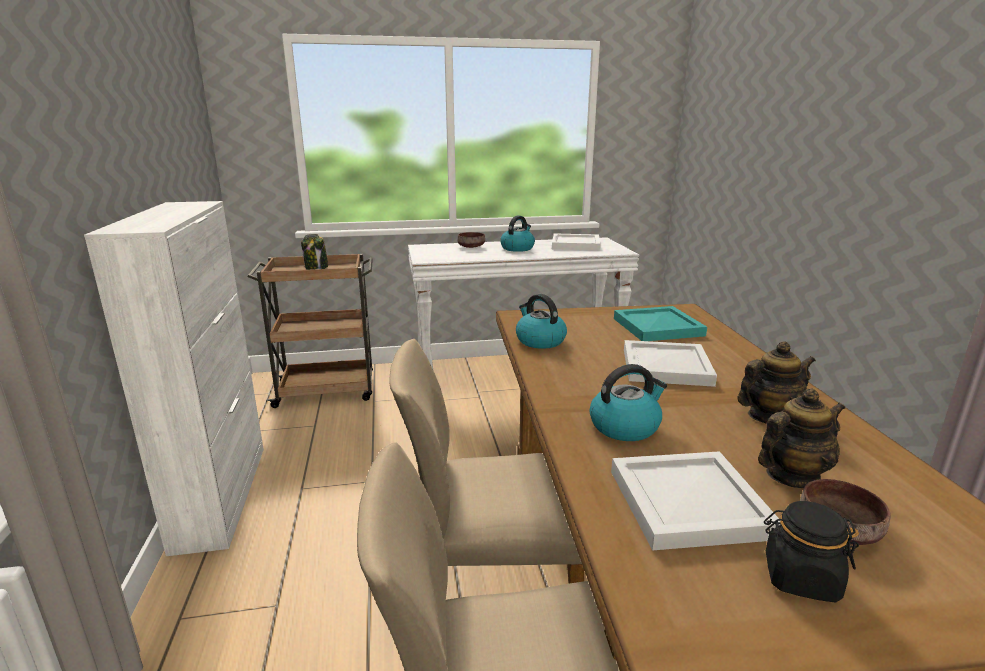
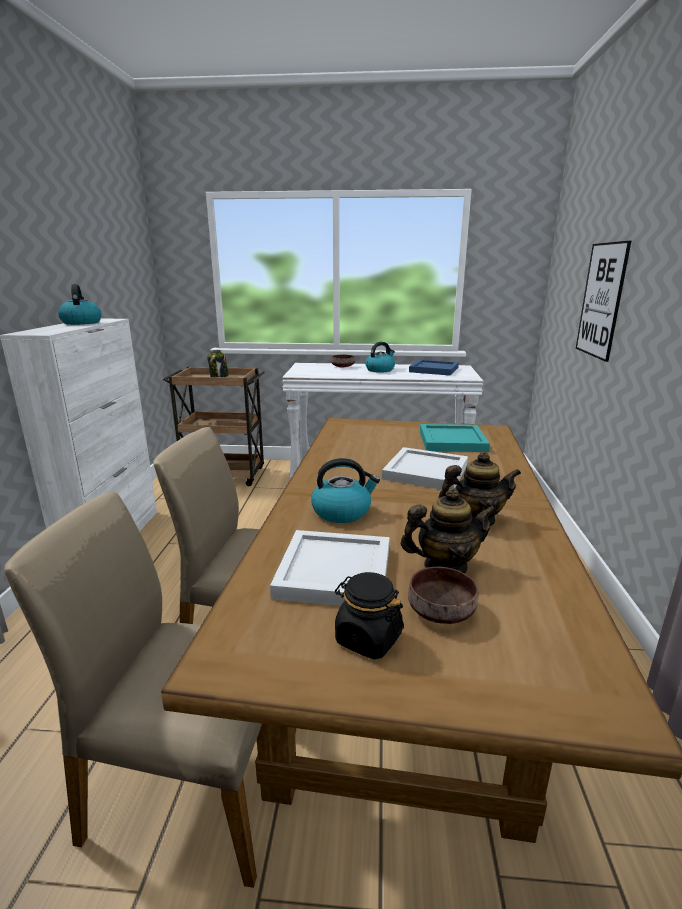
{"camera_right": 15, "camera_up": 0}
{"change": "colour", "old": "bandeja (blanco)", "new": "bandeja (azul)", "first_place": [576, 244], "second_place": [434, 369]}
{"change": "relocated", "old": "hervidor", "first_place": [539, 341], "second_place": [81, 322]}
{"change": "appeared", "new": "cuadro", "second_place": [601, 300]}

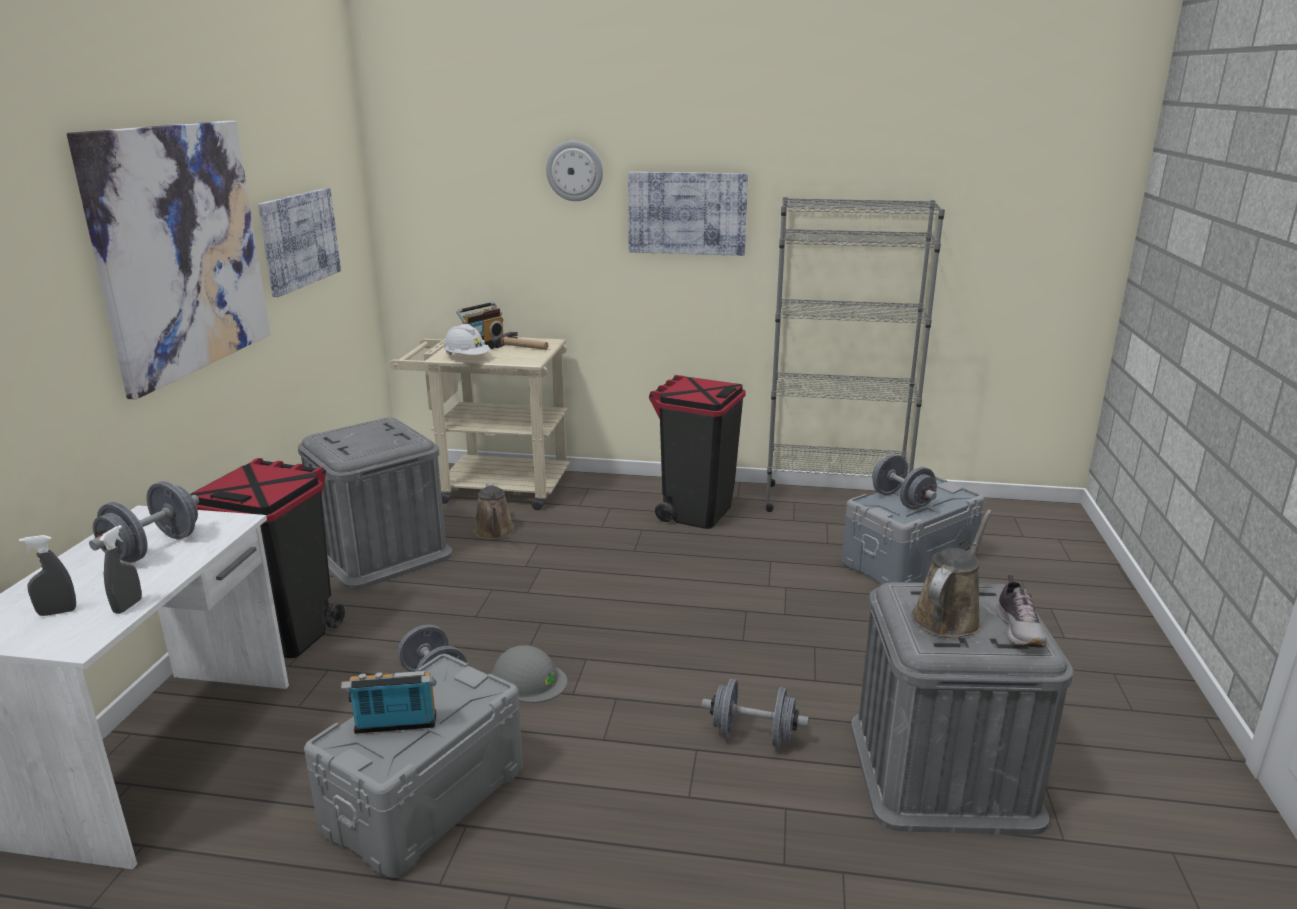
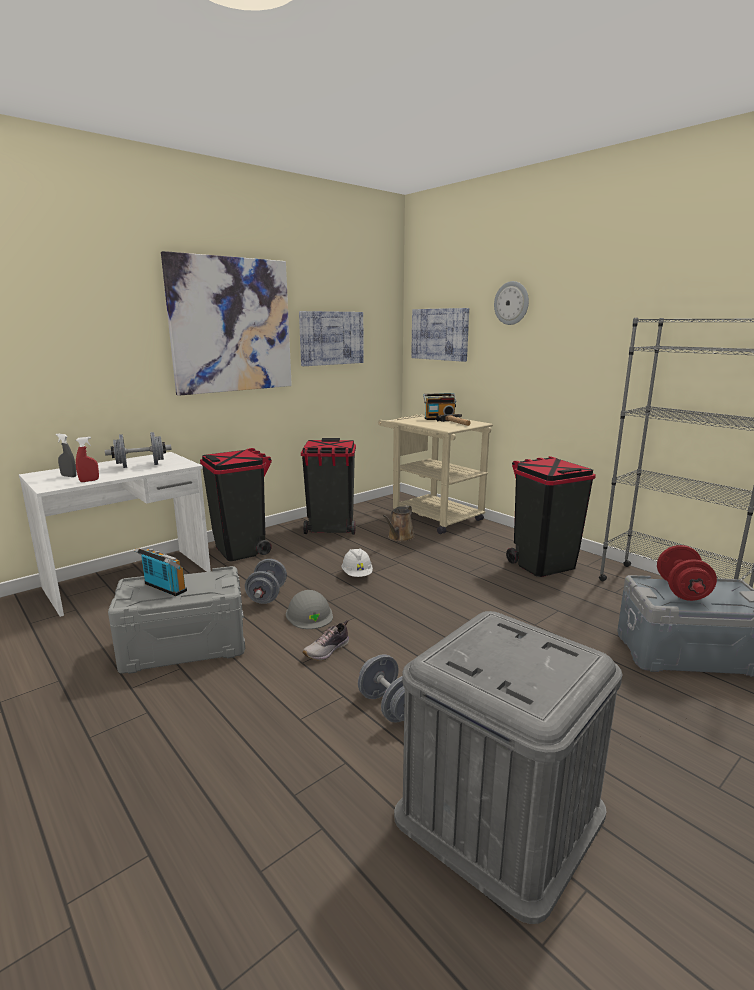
{"camera_right": 40, "camera_up": -5}
{"change": "relocated", "old": "cuadro", "first_place": [687, 213], "second_place": [440, 334]}
{"change": "relocated", "old": "casco (blanco)", "first_place": [466, 358], "second_place": [357, 574]}
{"change": "exchanged", "old": "caja de almacenaje (gris)", "new": "papelera (negro)", "first_place": [381, 552], "second_place": [331, 529]}
{"change": "colour", "old": "mancuerna (gris)", "new": "mancuerna (rojo)", "first_place": [901, 501], "second_place": [682, 591]}
{"change": "missing", "old": "regadera (marrón)", "first_place": [948, 616]}
{"change": "colour", "old": "pulverizador (gris)", "new": "pulverizador (rojo)", "first_place": [128, 606], "second_place": [89, 481]}
{"change": "relocated", "old": "zapato", "first_place": [1020, 630], "second_place": [327, 650]}

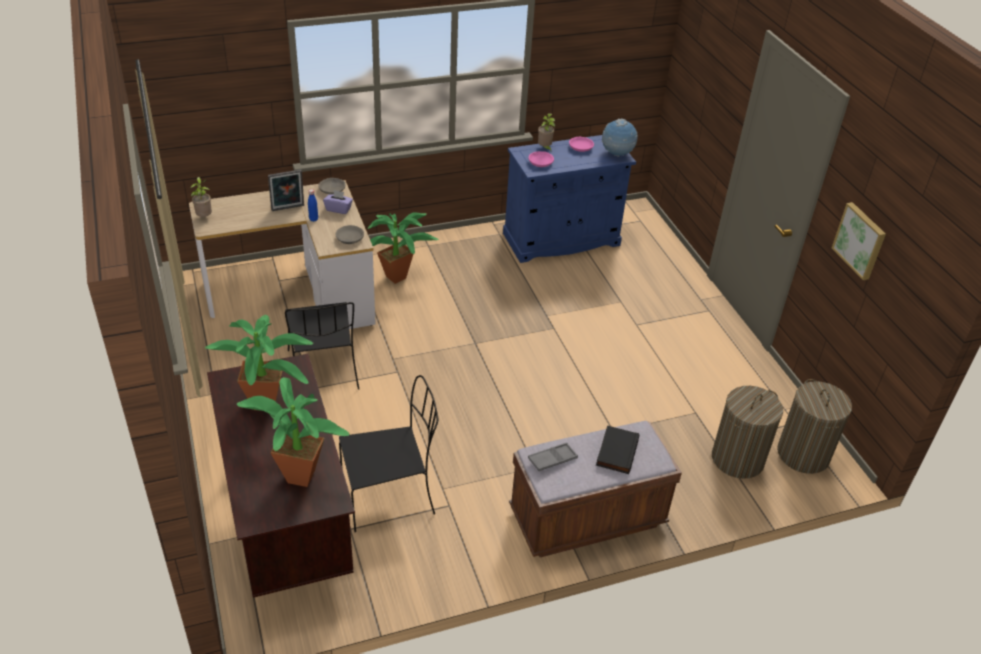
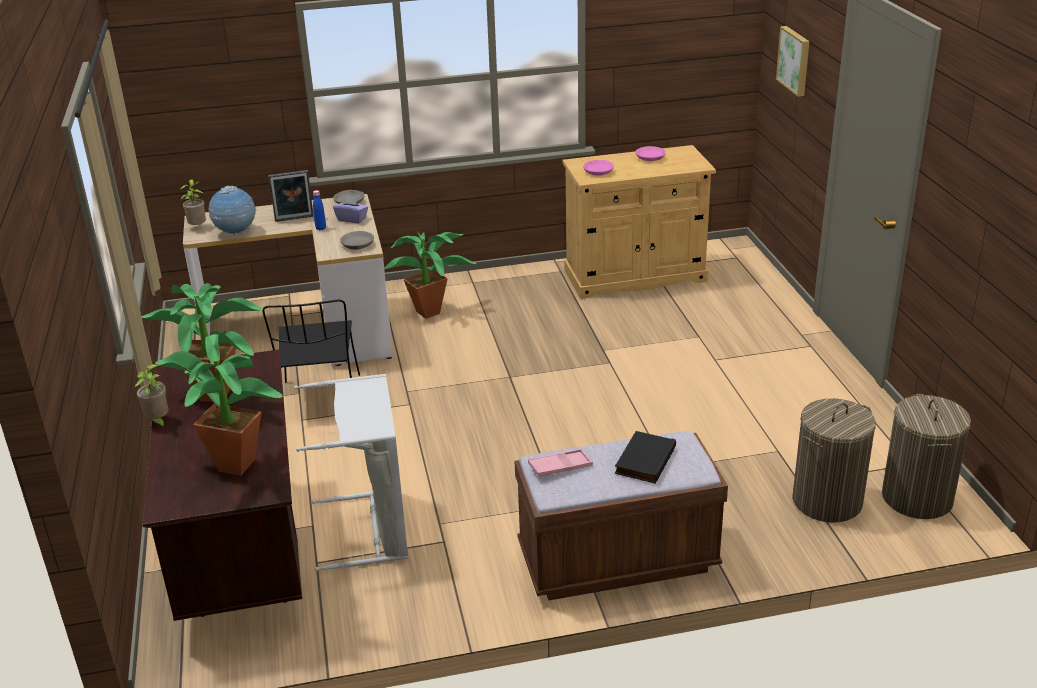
{"camera_right": 10, "camera_up": -10}
{"change": "relocated", "old": "planta en maceta", "first_place": [545, 148], "second_place": [158, 422]}
{"change": "relocated", "old": "globo terráqueo", "first_place": [617, 154], "second_place": [236, 233]}
{"change": "colour", "old": "armario (azul)", "new": "armario (beis)", "first_place": [561, 239], "second_place": [635, 276]}
{"change": "relocated", "old": "cuadro", "first_place": [860, 240], "second_place": [795, 60]}
{"change": "exchanged", "old": "silla (negro)", "new": "cesto de la ropa (gris)", "first_place": [390, 495], "second_place": [373, 528]}
{"change": "colour", "old": "bandeja (gris)", "new": "bandeja (rosa)", "first_place": [552, 459], "second_place": [560, 467]}

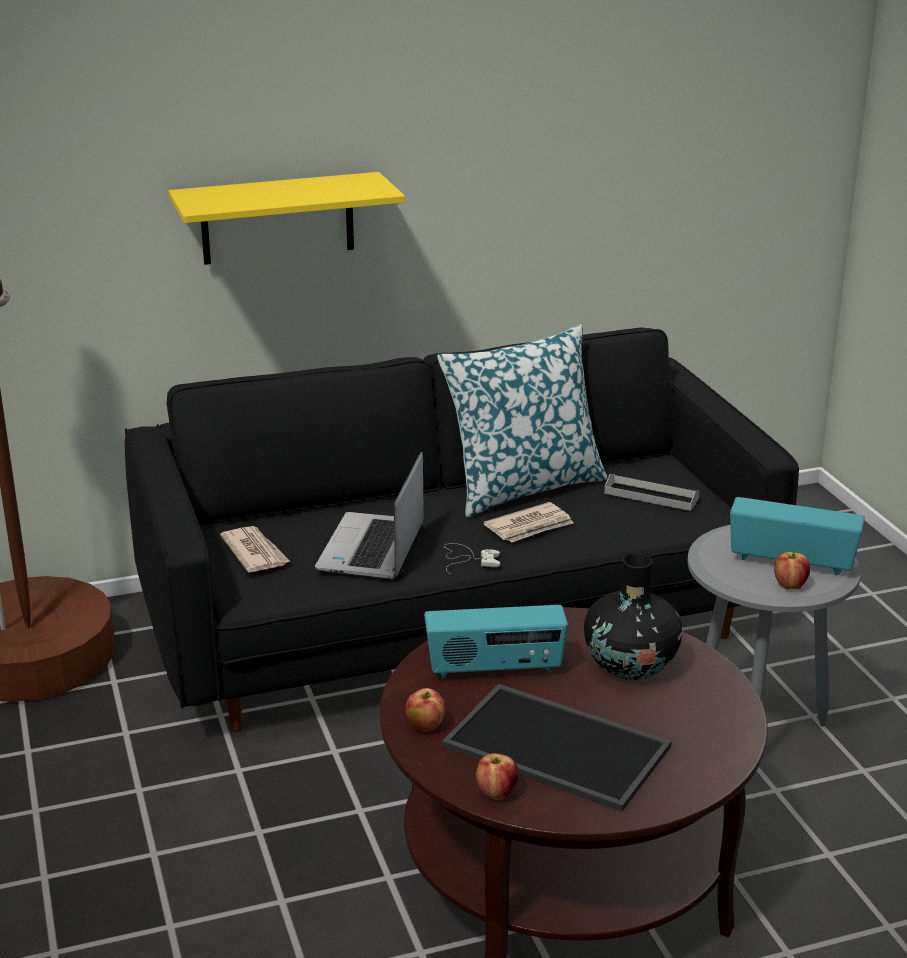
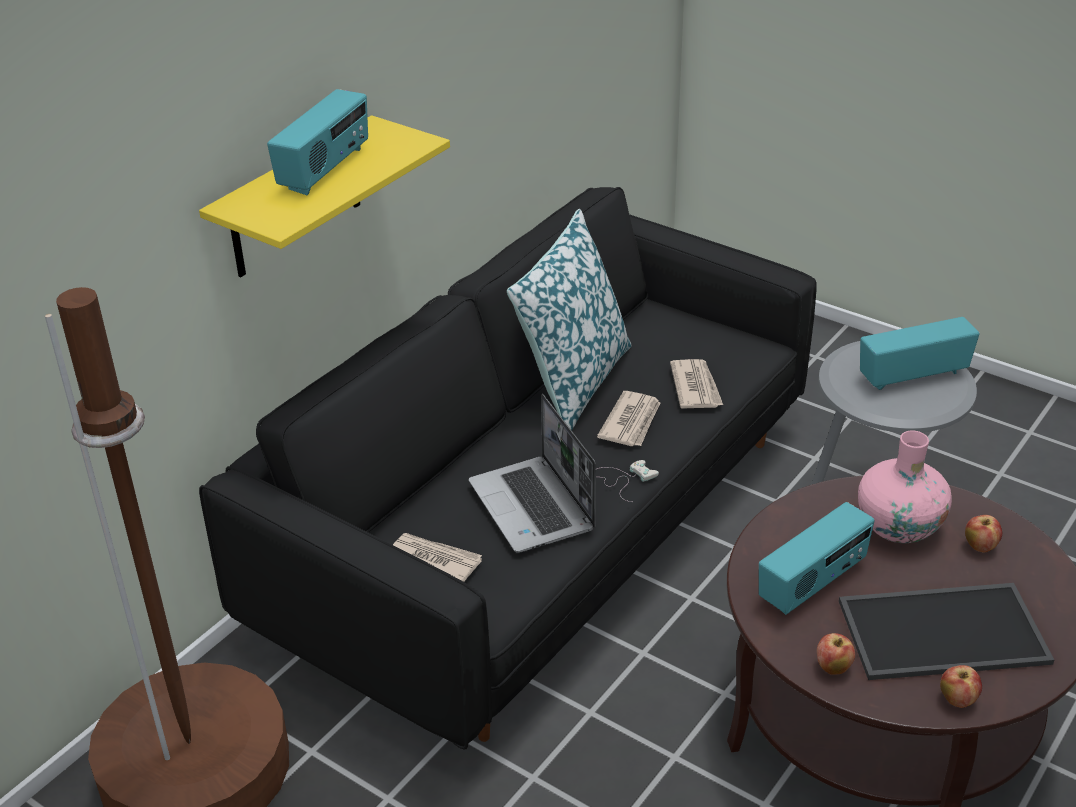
{"camera_right": -35, "camera_up": 10}
{"change": "missing", "old": "bandeja (gris)", "first_place": [651, 496]}
{"change": "relocated", "old": "manzana", "first_place": [790, 586], "second_place": [980, 546]}
{"change": "colour", "old": "florero (negro)", "new": "florero (rosa)", "first_place": [630, 665], "second_place": [899, 527]}
{"change": "appeared", "new": "radio", "second_place": [325, 170]}
{"change": "appeared", "new": "periódico", "second_place": [695, 387]}

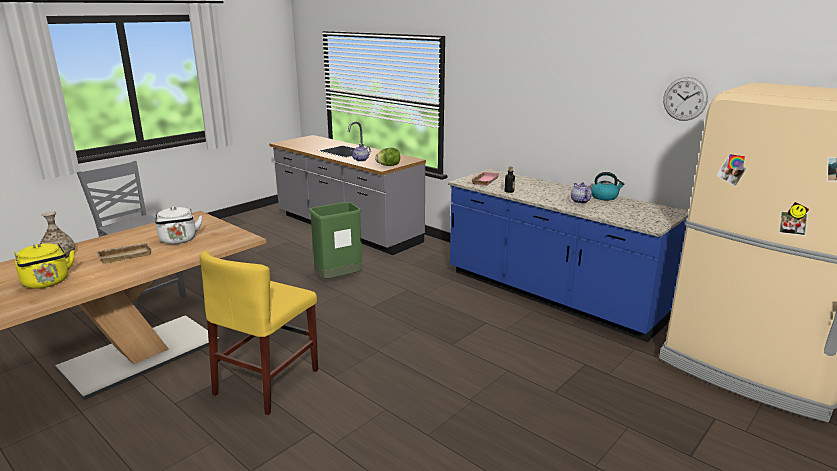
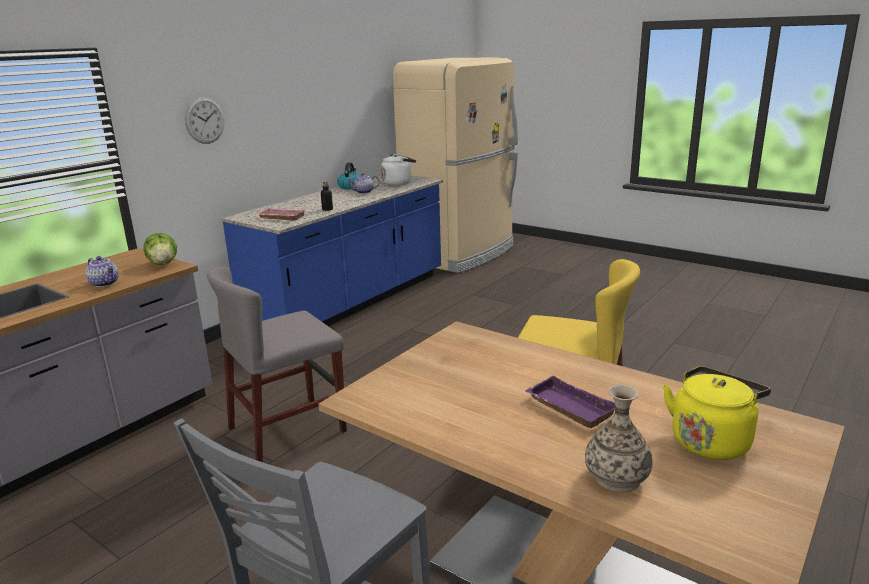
{"camera_right": -95, "camera_up": 0}
{"change": "relocated", "old": "reloj de pared", "first_place": [685, 99], "second_place": [204, 120]}
{"change": "exchanged", "old": "papelera (verde)", "new": "silla (gris)", "first_place": [339, 279], "second_place": [287, 429]}
{"change": "relocated", "old": "hervidor (blanco)", "first_place": [179, 240], "second_place": [398, 183]}
{"change": "colour", "old": "bandeja (beis)", "new": "bandeja (morado)", "first_place": [125, 255], "second_place": [567, 407]}

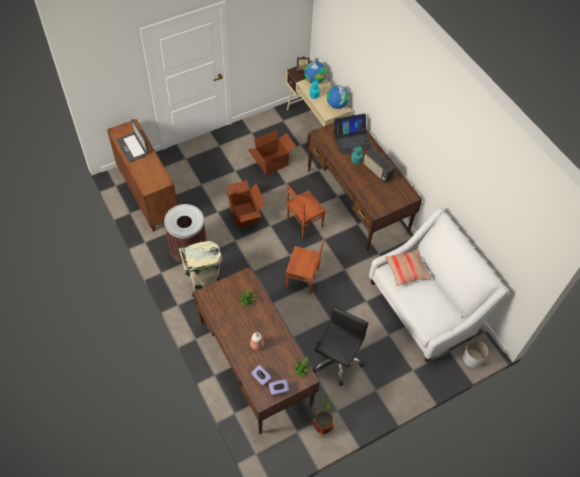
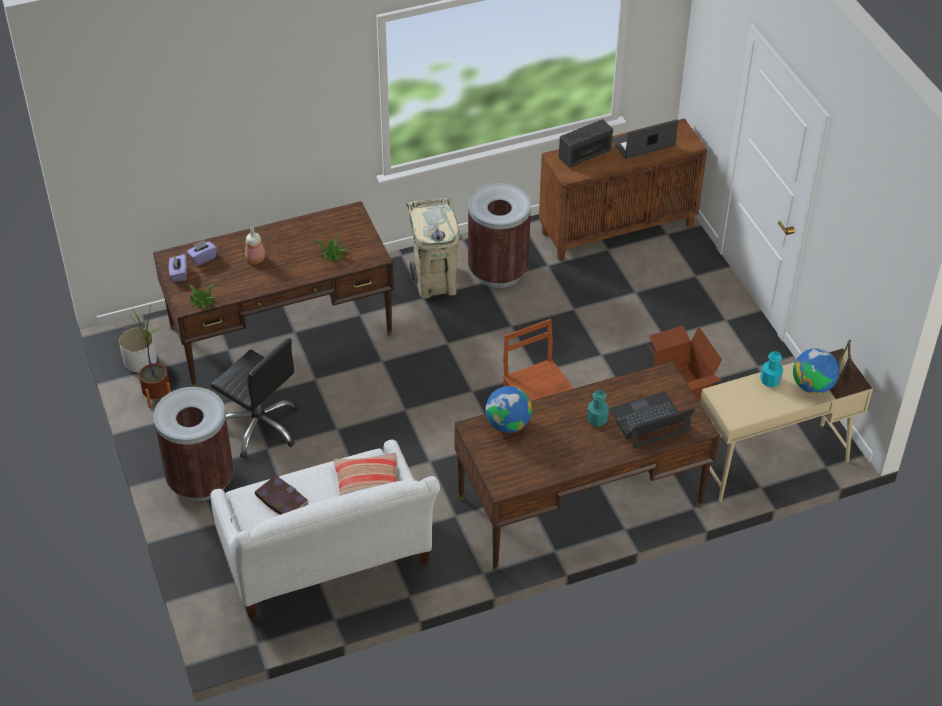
{"camera_right": 100, "camera_up": -10}
{"change": "relocated", "old": "globo terráqueo", "first_place": [337, 105], "second_place": [508, 424]}
{"change": "spun", "old": "portátil", "first_place": [352, 140], "second_place": [649, 421], "degrees": 75}
{"change": "relocated", "old": "radio", "first_place": [377, 172], "second_place": [584, 155]}
{"change": "missing", "old": "caja de cartón", "first_place": [245, 215]}
{"change": "missing", "old": "silla (marrón)", "first_place": [303, 279]}
{"change": "relocated", "old": "maceta (blanco)", "first_place": [472, 358], "second_place": [140, 360]}
{"change": "appeared", "new": "papelera (marrón)", "second_place": [200, 480]}
{"change": "appeared", "new": "libro", "second_place": [281, 499]}

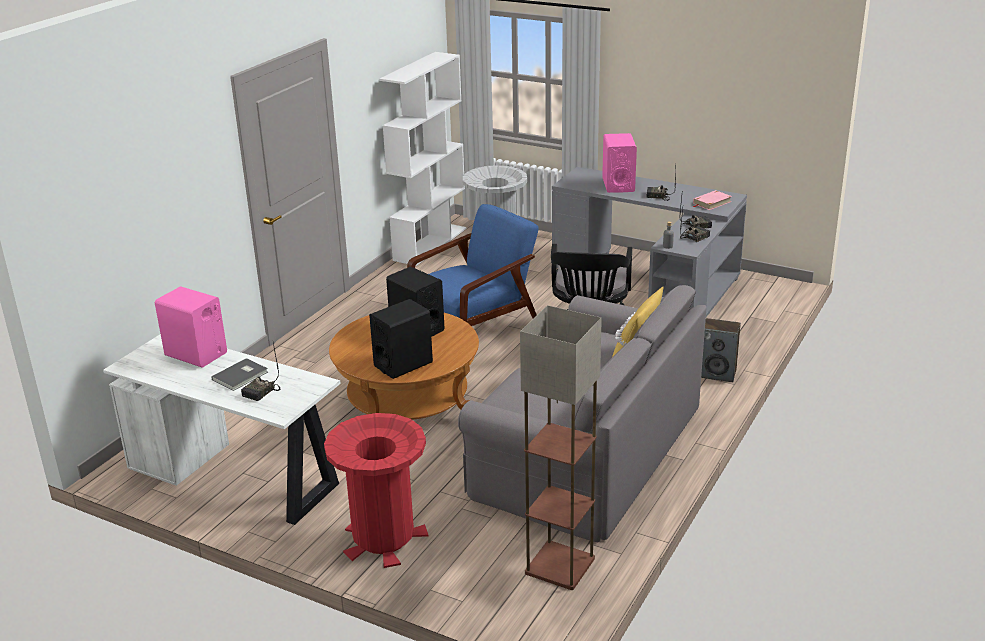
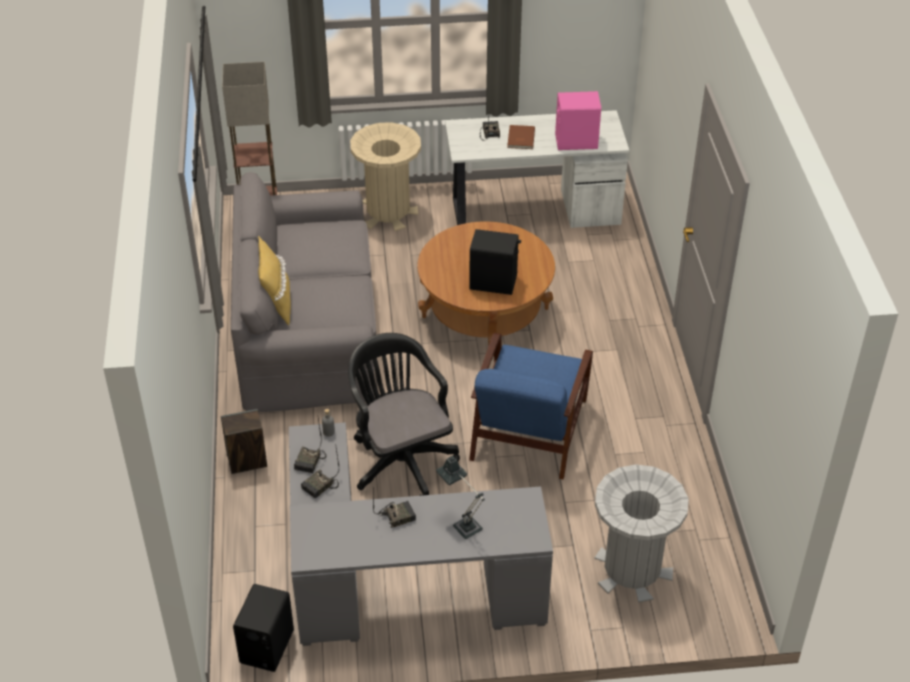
{"camera_right": 145, "camera_up": 15}
{"change": "missing", "old": "estantería (blanco)", "first_place": [430, 244]}
{"change": "exchanged", "old": "altavoz (rosa)", "new": "lámpara de mesa", "first_place": [618, 185], "second_place": [463, 524]}
{"change": "missing", "old": "libro (rosa)", "first_place": [711, 202]}
{"change": "relocated", "old": "altavoz (negro)", "first_place": [403, 364], "second_place": [267, 647]}
{"change": "colour", "old": "libro (gris)", "new": "libro (marrón)", "first_place": [241, 376], "second_place": [520, 138]}
{"change": "colour", "old": "papelera (rojo)", "new": "papelera (beis)", "first_place": [383, 538], "second_place": [388, 212]}

